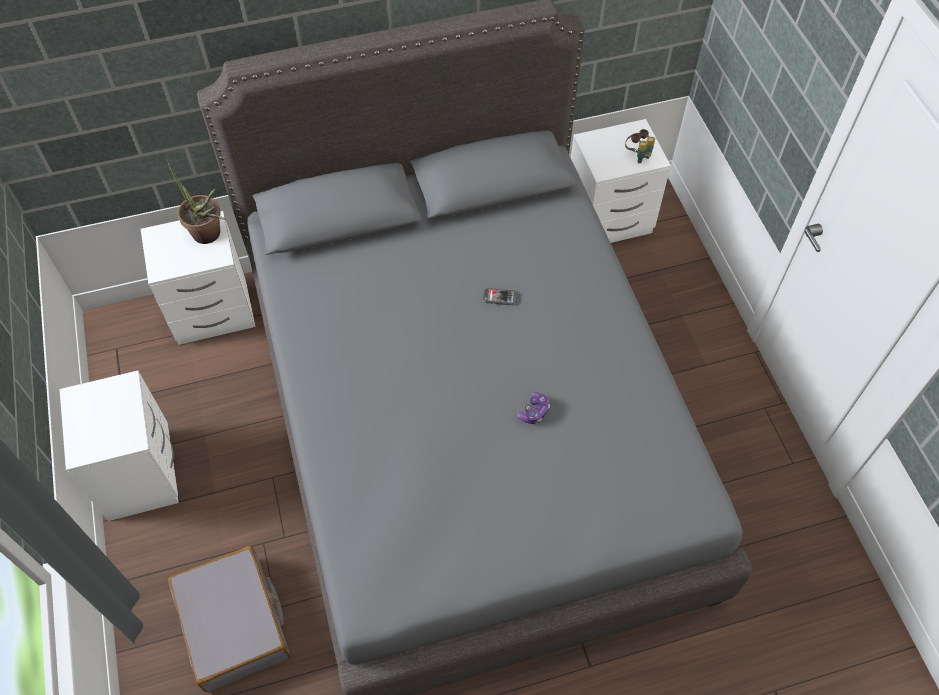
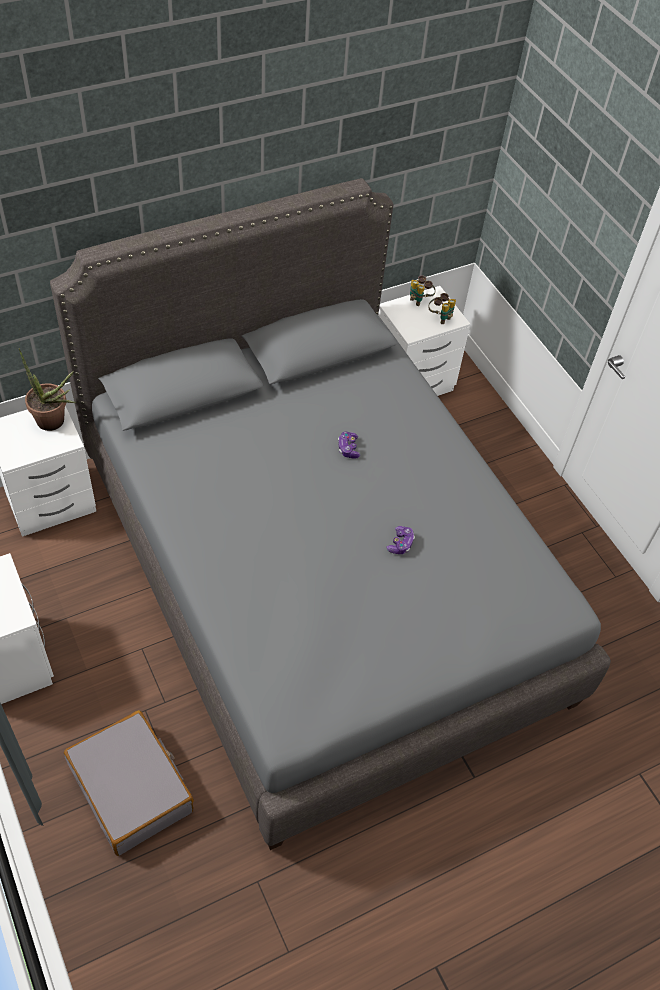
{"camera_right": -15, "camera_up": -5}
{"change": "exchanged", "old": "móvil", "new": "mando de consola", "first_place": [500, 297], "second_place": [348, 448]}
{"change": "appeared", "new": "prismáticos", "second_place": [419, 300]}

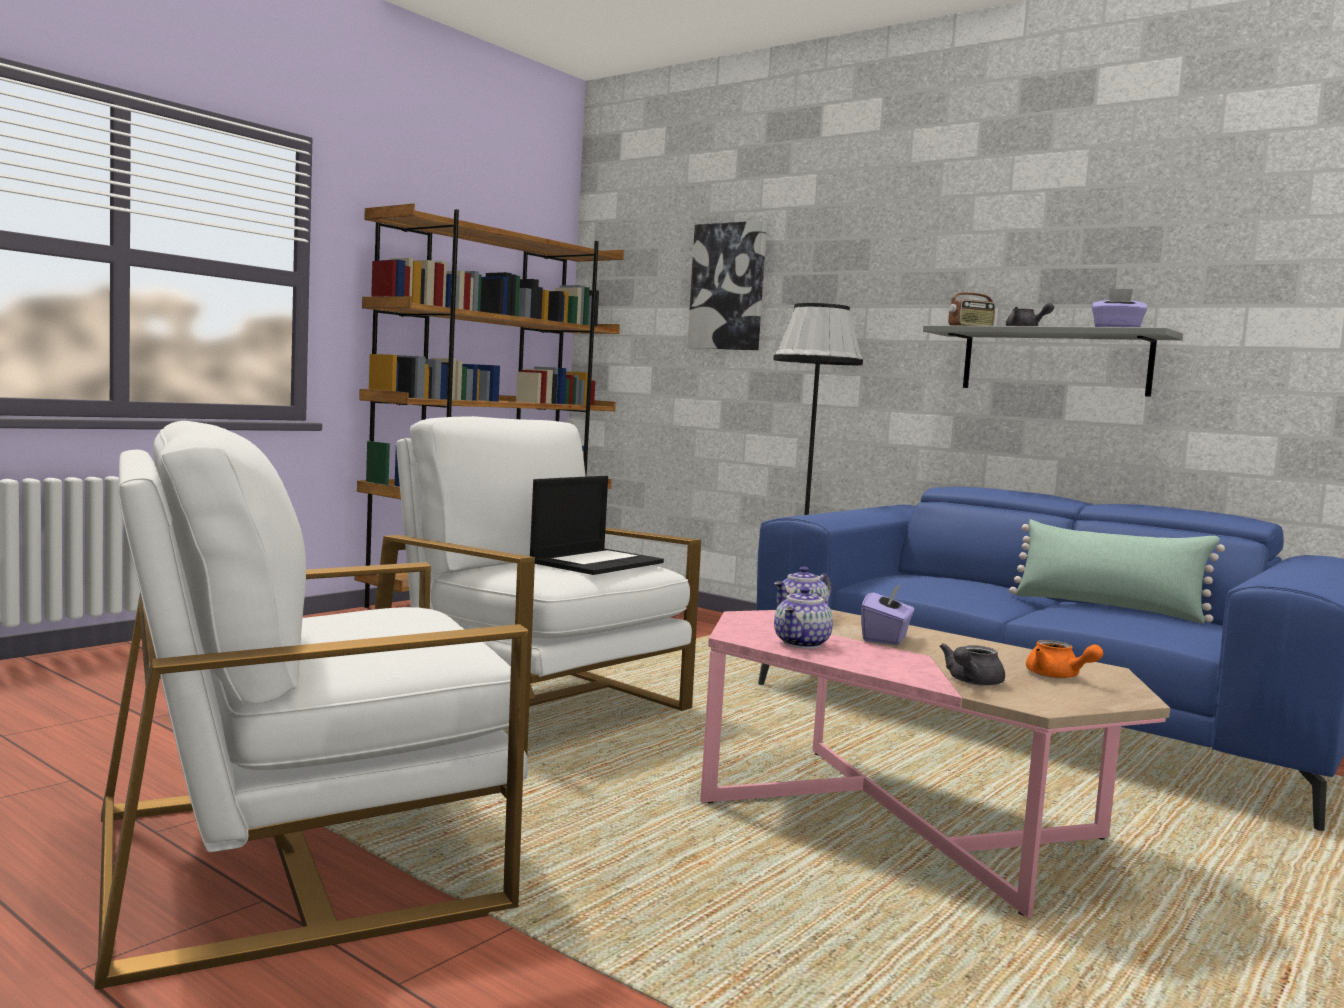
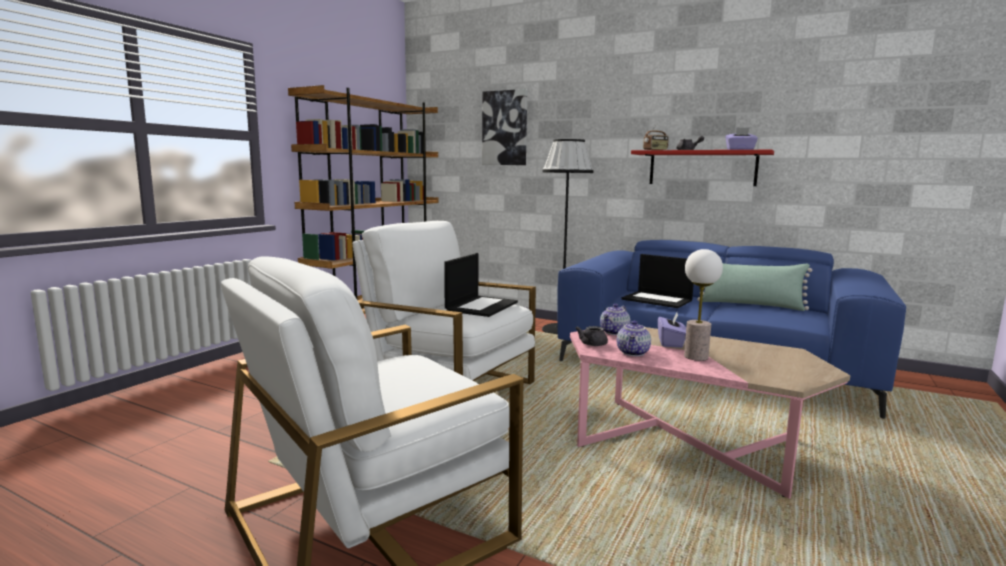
{"camera_right": -10, "camera_up": 5}
{"change": "colour", "old": "estante (gris)", "new": "estante (rojo)", "first_place": [1055, 361], "second_place": [702, 168]}
{"change": "missing", "old": "tetera (naranja)", "first_place": [1058, 676]}
{"change": "relocated", "old": "tetera (gris)", "first_place": [971, 682], "second_place": [591, 344]}
{"change": "appeared", "new": "lámpara de mesa", "second_place": [696, 357]}
{"change": "appeared", "new": "portátil", "second_place": [658, 300]}

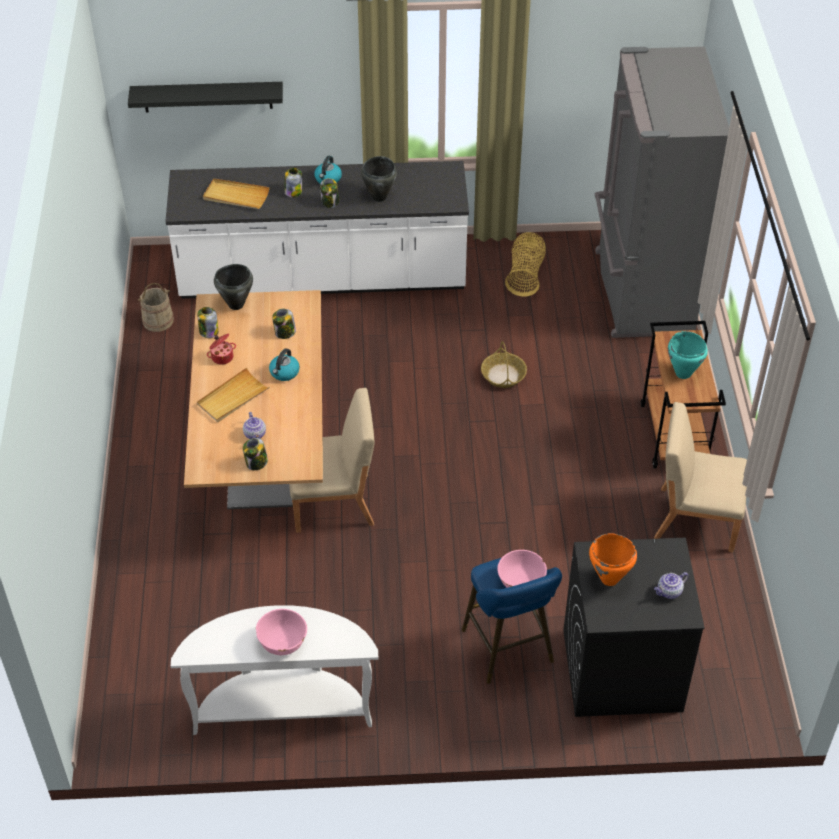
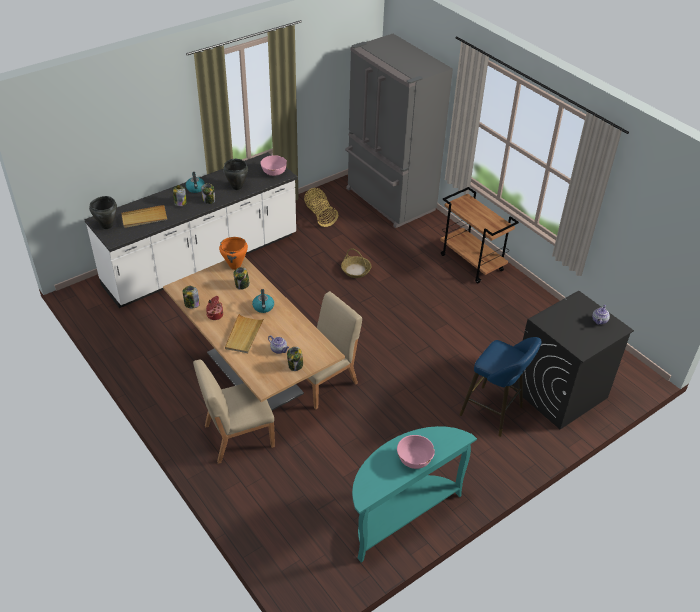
{"camera_right": -35, "camera_up": -5}
{"change": "missing", "old": "estante (negro)", "first_place": [207, 96]}
{"change": "relocated", "old": "olla (negro)", "first_place": [235, 304], "second_place": [106, 226]}
{"change": "missing", "old": "cubo (beis)", "first_place": [158, 320]}
{"change": "missing", "old": "olla (turquesa)", "first_place": [683, 373]}
{"change": "relocated", "old": "silla (beis)", "first_place": [695, 518], "second_place": [238, 436]}
{"change": "relocated", "old": "olla (naranja)", "first_place": [609, 579], "second_place": [235, 266]}
{"change": "relocated", "old": "cuenco (rosa)", "first_place": [521, 582], "second_place": [274, 172]}
{"change": "colour", "old": "mesa consola (blanco)", "new": "mesa consola (turquesa)", "first_place": [283, 707], "second_place": [400, 514]}

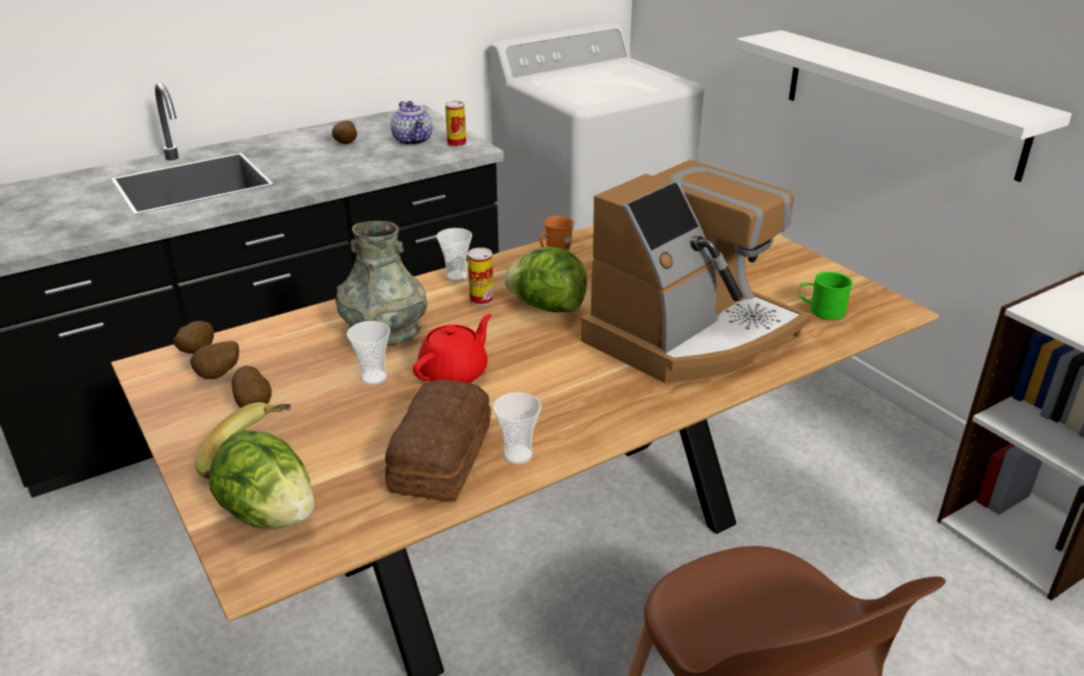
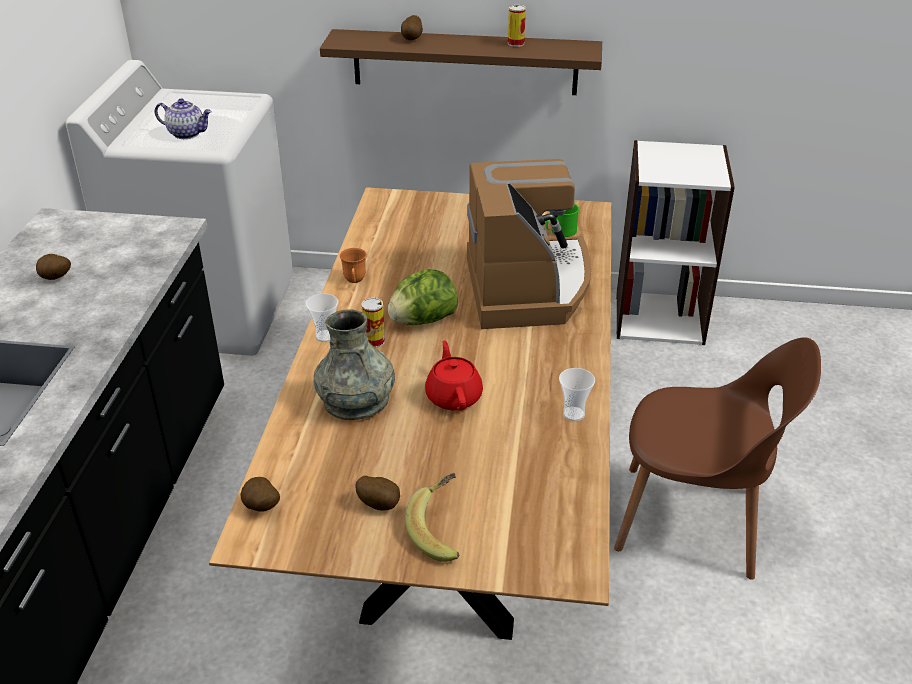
{"camera_right": -50, "camera_up": 5}
{"change": "colour", "old": "estante (blanco)", "new": "estante (marrón)", "first_place": [900, 101], "second_place": [465, 62]}
{"change": "relocated", "old": "tetera", "first_place": [413, 141], "second_place": [187, 133]}
{"change": "relocated", "old": "lata", "first_place": [456, 144], "second_place": [516, 43]}
{"change": "missing", "old": "taza", "first_place": [373, 377]}
{"change": "relocated", "old": "patata", "first_place": [219, 376], "second_place": [412, 39]}
{"change": "missing", "old": "pan", "first_place": [438, 457]}
{"change": "missing", "old": "lechuga", "first_place": [269, 514]}

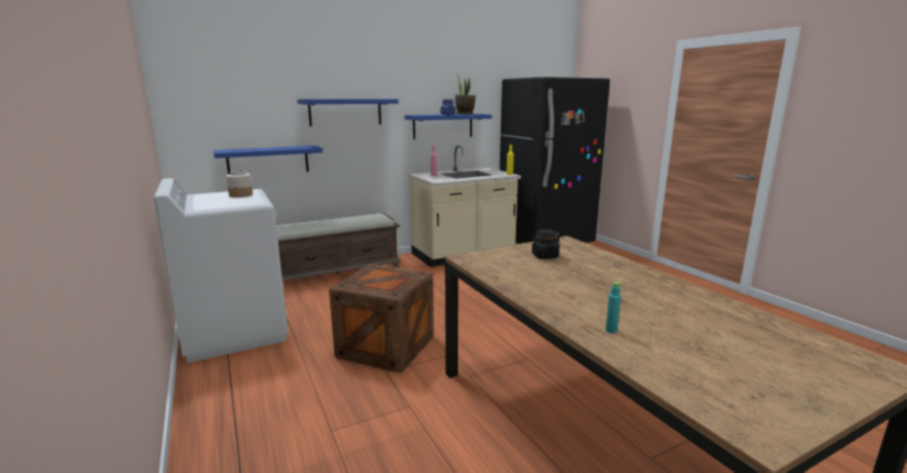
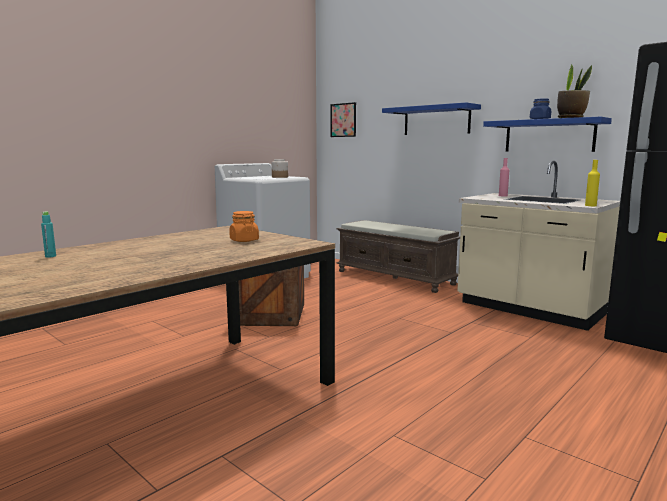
{"camera_right": 70, "camera_up": -5}
{"change": "missing", "old": "estante (azul)", "first_place": [268, 161]}
{"change": "colour", "old": "tarro (negro)", "new": "tarro (naranja)", "first_place": [544, 256], "second_place": [244, 240]}
{"change": "appeared", "new": "cuadro", "second_place": [343, 120]}

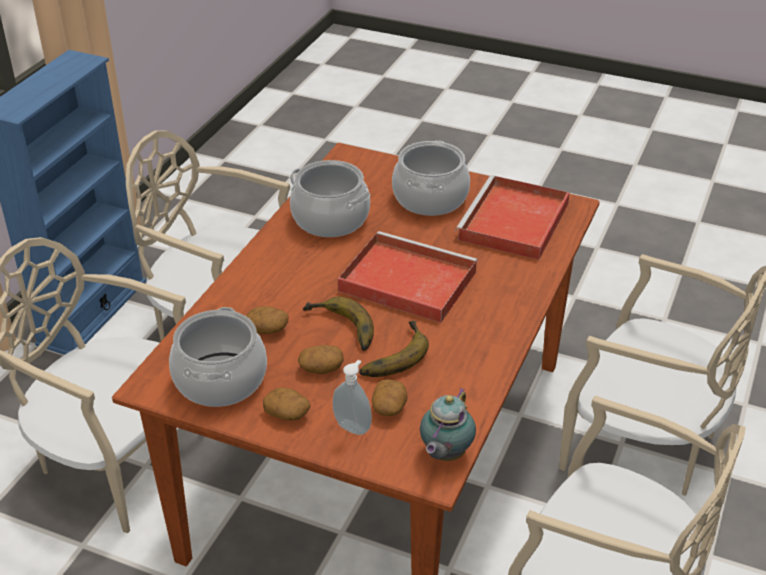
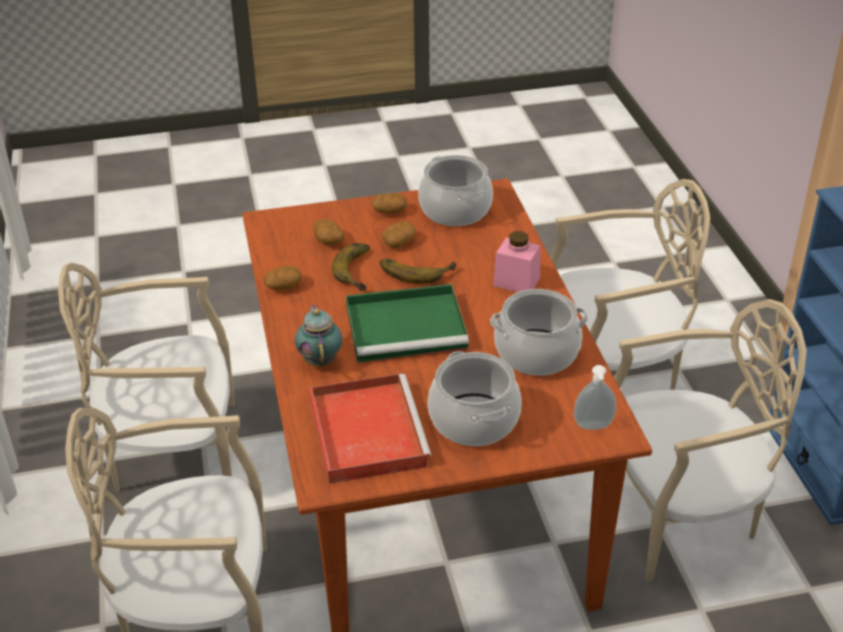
{"camera_right": 145, "camera_up": 0}
{"change": "colour", "old": "bandeja (rojo)", "new": "bandeja (verde)", "first_place": [405, 281], "second_place": [408, 327]}
{"change": "relocated", "old": "patata", "first_place": [267, 329], "second_place": [283, 287]}
{"change": "relocated", "old": "dispensador de jabón", "first_place": [353, 426], "second_place": [593, 427]}
{"change": "relocated", "old": "tetera", "first_place": [444, 455], "second_place": [320, 360]}
{"change": "appeared", "new": "tarro (rosa)", "second_place": [516, 282]}

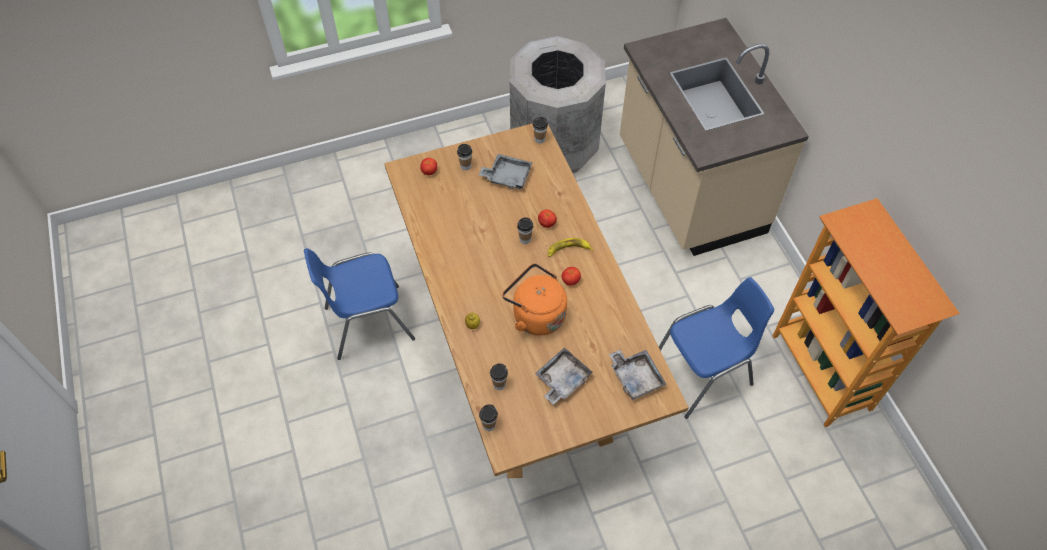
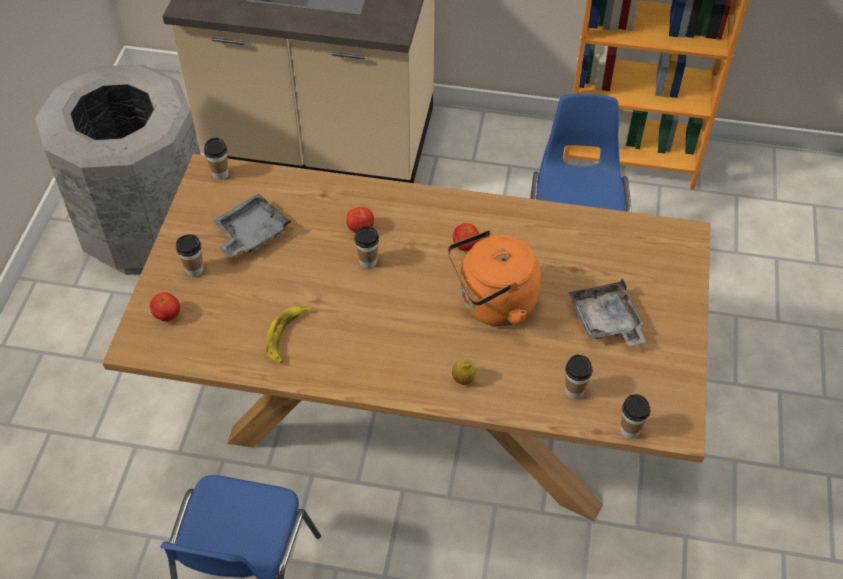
{"camera_right": -60, "camera_up": -5}
{"change": "relocated", "old": "plátano", "first_place": [568, 250], "second_place": [286, 336]}
{"change": "missing", "old": "bandeja (gris)", "first_place": [635, 377]}

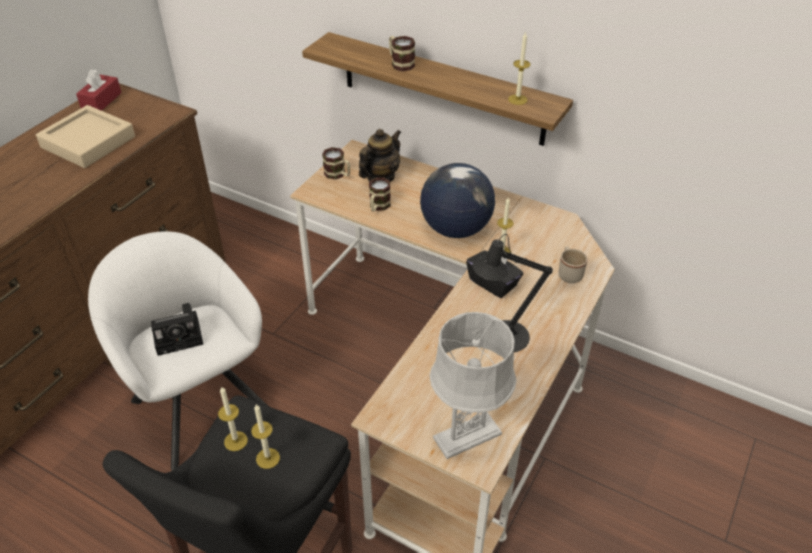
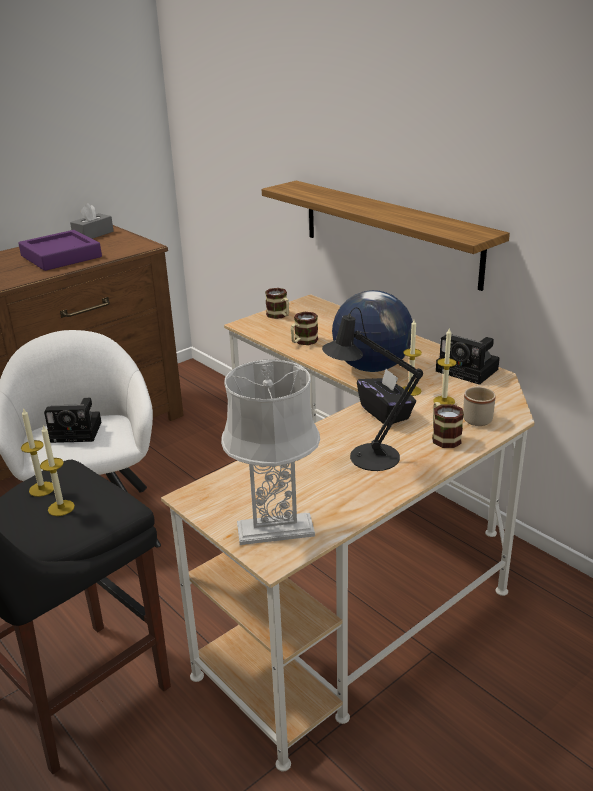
{"camera_right": 20, "camera_up": -15}
{"change": "relocated", "old": "vela", "first_place": [517, 99], "second_place": [444, 401]}
{"change": "relocated", "old": "taza grande", "first_place": [400, 63], "second_place": [443, 437]}
{"change": "colour", "old": "caja de pañuelos (rojo)", "new": "caja de pañuelos (gris)", "first_place": [101, 101], "second_place": [93, 234]}
{"change": "colour", "old": "bandeja (beis)", "new": "bandeja (morado)", "first_place": [88, 142], "second_place": [61, 256]}
{"change": "missing", "old": "tetera", "first_place": [380, 177]}
{"change": "appeared", "new": "cámara", "second_place": [469, 371]}

